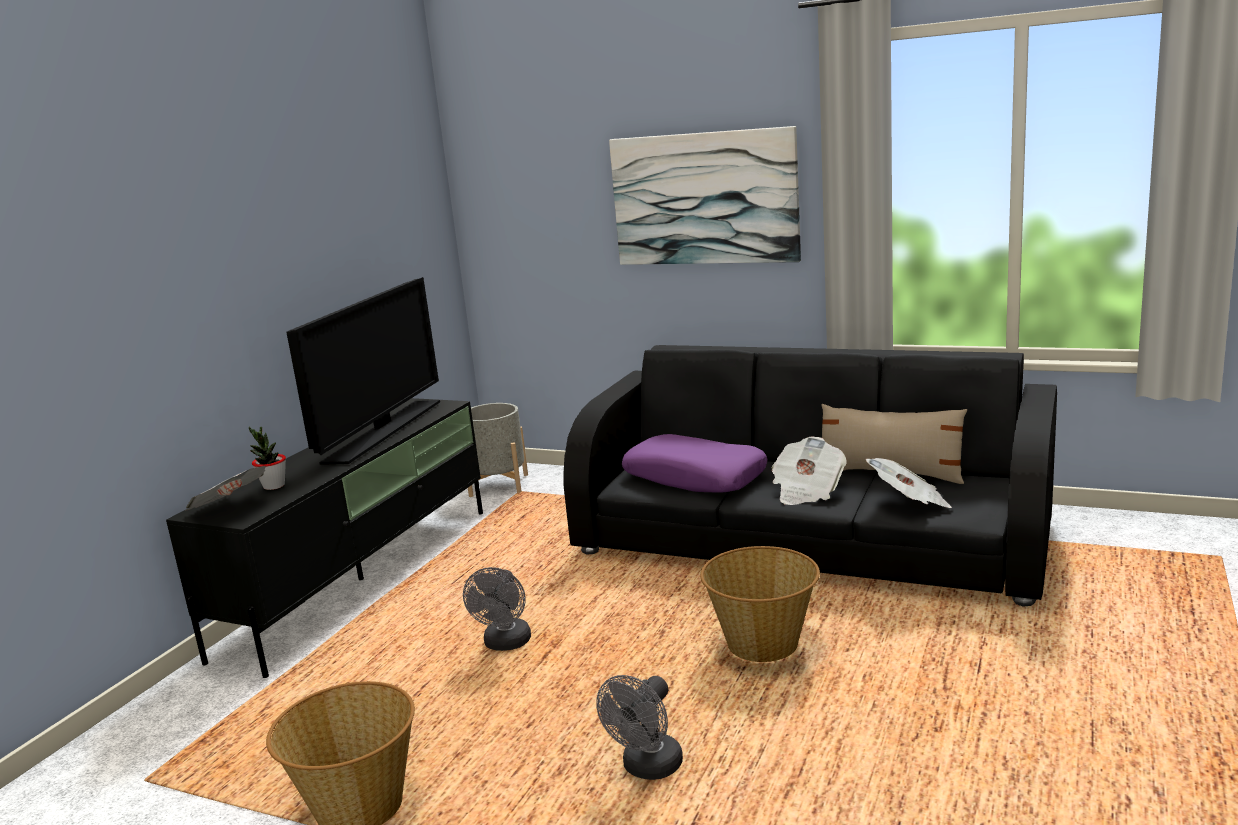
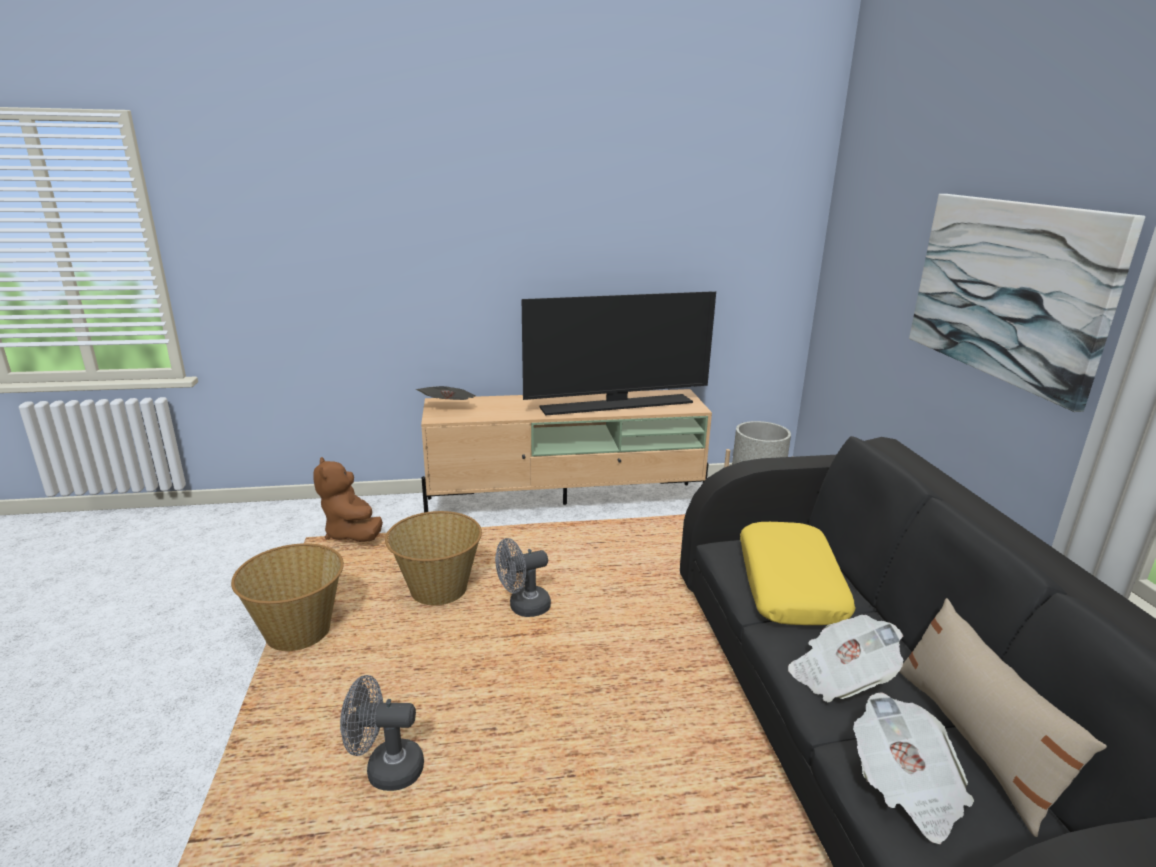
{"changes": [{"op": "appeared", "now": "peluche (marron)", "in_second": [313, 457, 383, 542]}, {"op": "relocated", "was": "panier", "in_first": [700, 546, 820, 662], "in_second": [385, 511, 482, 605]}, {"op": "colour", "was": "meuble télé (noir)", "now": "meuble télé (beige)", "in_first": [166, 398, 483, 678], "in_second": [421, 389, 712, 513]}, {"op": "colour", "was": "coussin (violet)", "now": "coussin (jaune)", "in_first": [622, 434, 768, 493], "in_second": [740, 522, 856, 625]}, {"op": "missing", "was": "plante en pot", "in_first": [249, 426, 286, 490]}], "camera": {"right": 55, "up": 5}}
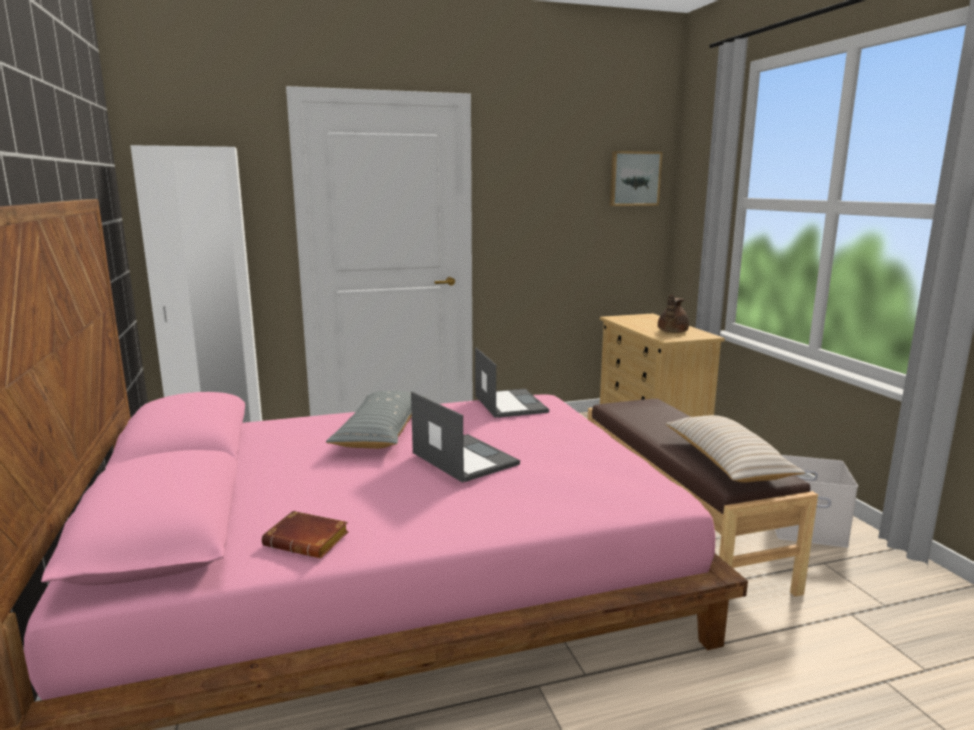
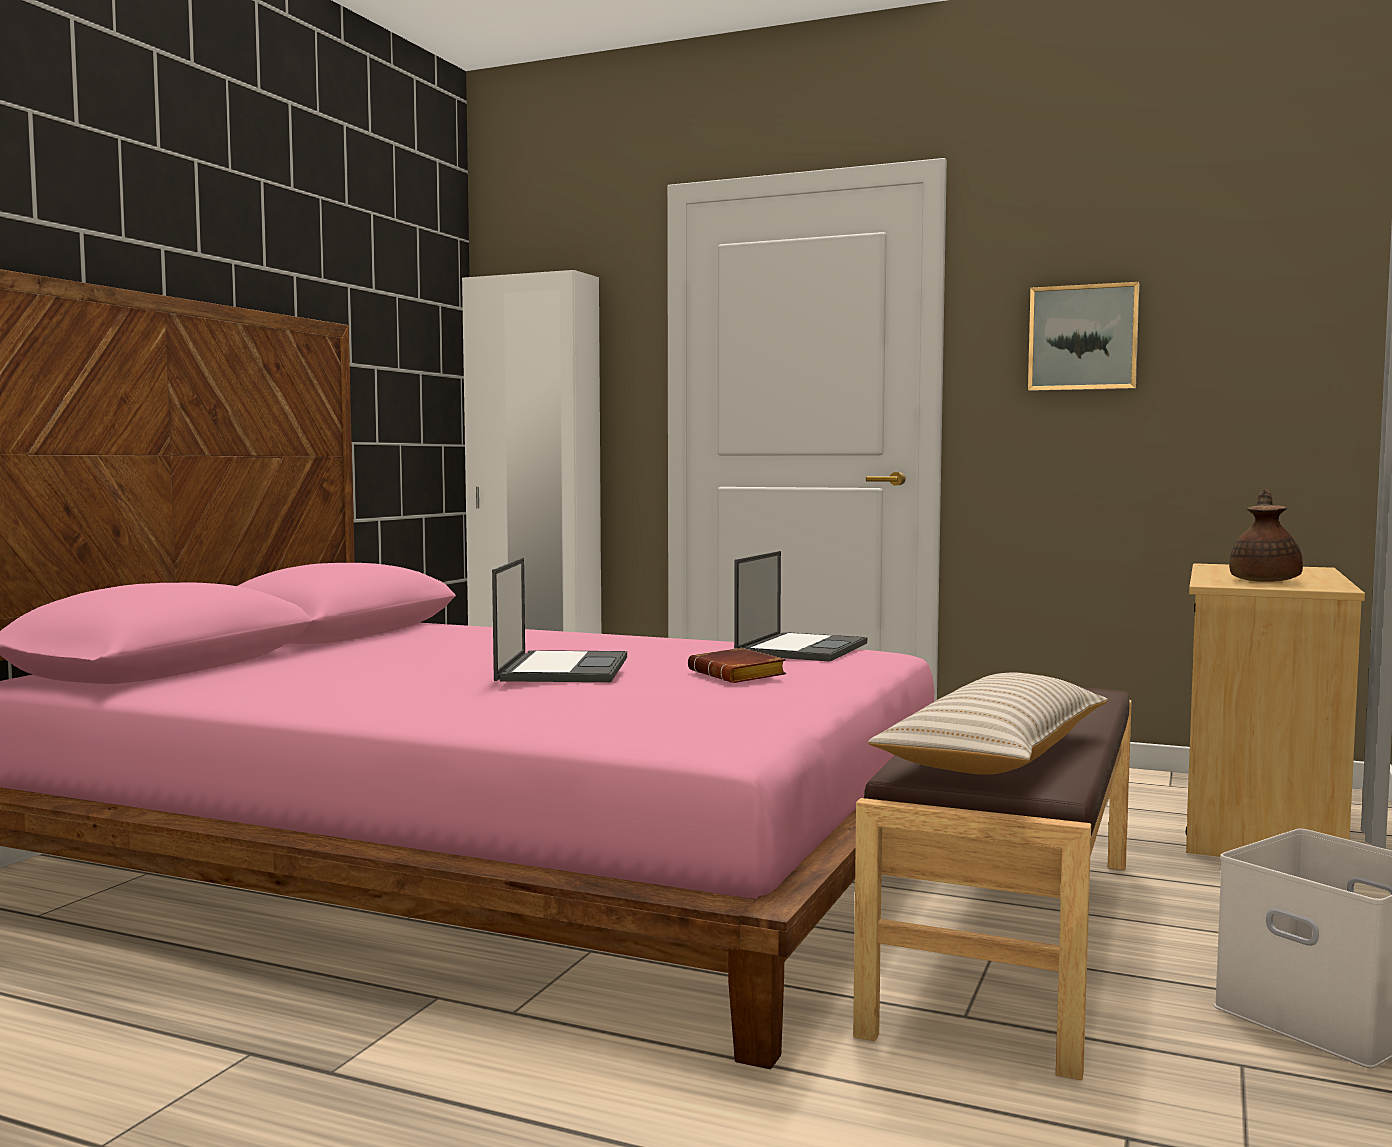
{"changes": [{"op": "relocated", "was": "livre (marron)", "in_first": [262, 511, 349, 559], "in_second": [688, 648, 786, 683]}, {"op": "relocated", "was": "tableau", "in_first": [610, 151, 662, 206], "in_second": [1028, 282, 1139, 391]}, {"op": "spun", "was": "théière (marron)", "in_first": [658, 294, 689, 333], "in_second": [1229, 489, 1303, 582], "clockwise": 135}, {"op": "missing", "was": "coussin (gris)", "in_first": [326, 391, 426, 449]}], "camera": {"right": 40, "up": -10}}
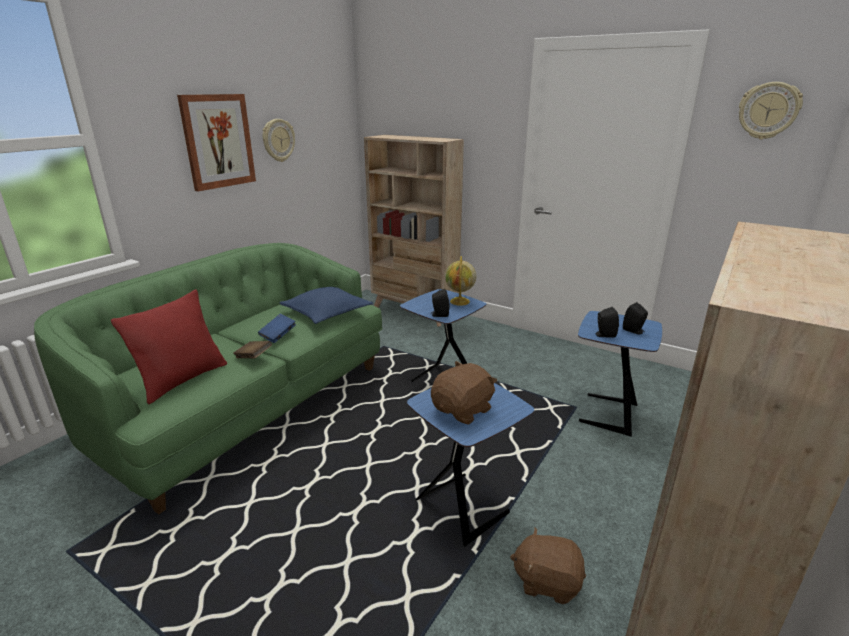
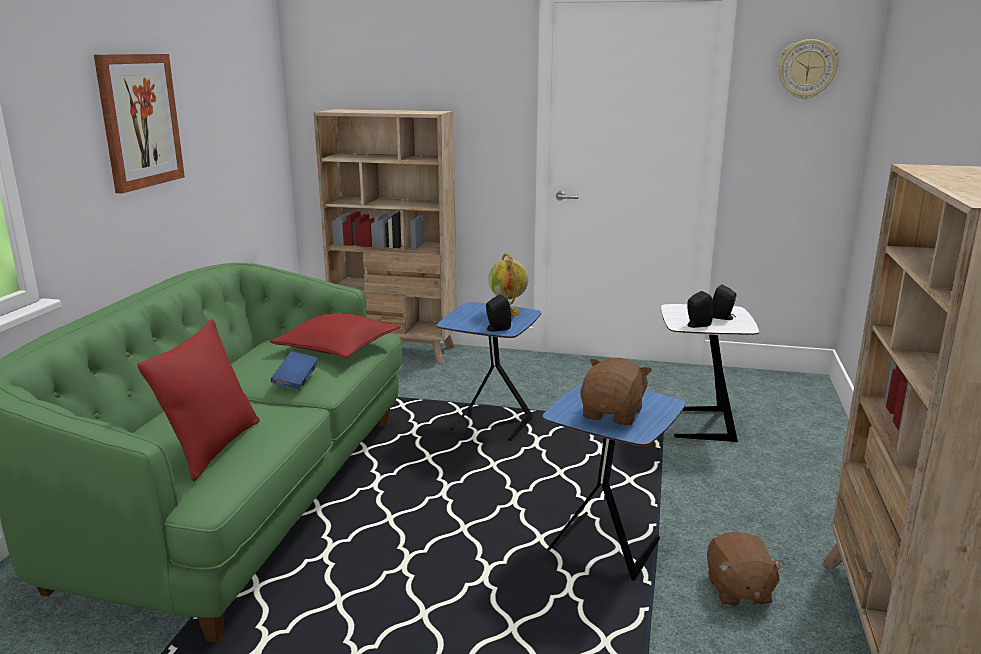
{"changes": [{"op": "colour", "was": "coussin (bleu)", "now": "coussin (rouge)", "in_first": [279, 287, 373, 324], "in_second": [270, 313, 400, 358]}, {"op": "colour", "was": "table d'appoint (bleu)", "now": "table d'appoint (blanc)", "in_first": [578, 311, 662, 437], "in_second": [661, 304, 759, 442]}, {"op": "spun", "was": "peluche (marron)", "in_first": [510, 527, 586, 604], "in_second": [707, 531, 784, 607], "clockwise": -90}, {"op": "missing", "was": "livre (marron)", "in_first": [233, 341, 272, 359]}, {"op": "missing", "was": "horloge murale", "in_first": [263, 119, 295, 162]}], "camera": {"right": -20, "up": -5}}
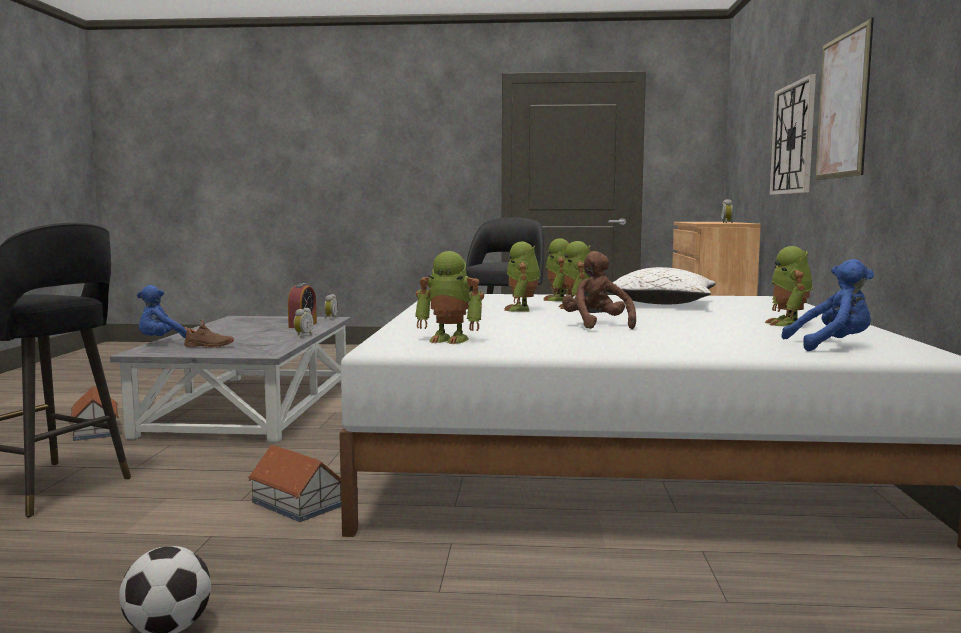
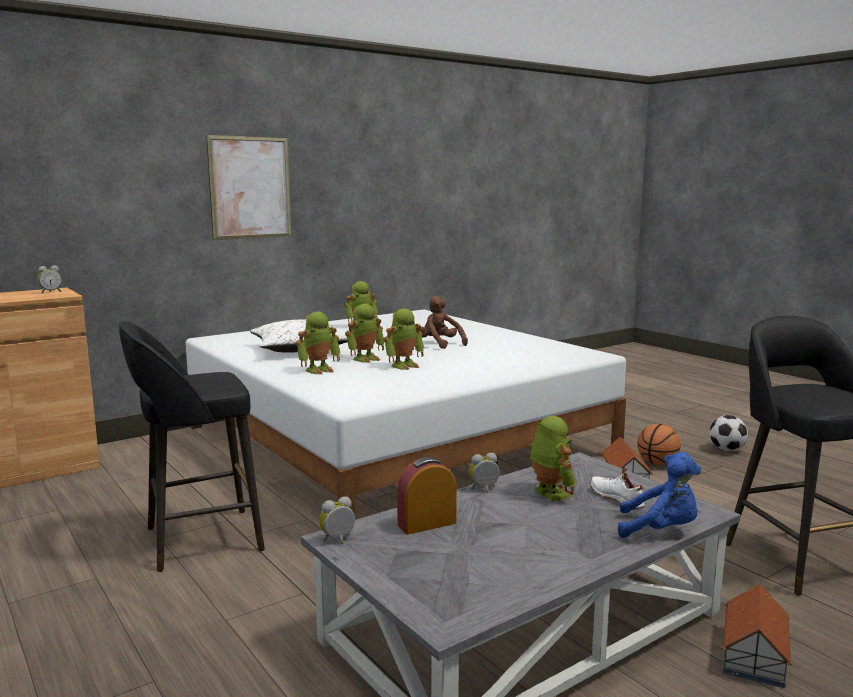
{"changes": [{"op": "spun", "was": "peluche (marron)", "in_first": [562, 251, 636, 329], "in_second": [419, 296, 468, 349], "clockwise": 105}, {"op": "relocated", "was": "robot jouet", "in_first": [415, 251, 484, 344], "in_second": [530, 416, 576, 502]}, {"op": "colour", "was": "chaussure (marron)", "now": "chaussure (blanc)", "in_first": [184, 319, 234, 348], "in_second": [590, 468, 645, 509]}, {"op": "appeared", "now": "ballon de basket", "in_second": [637, 424, 681, 465]}, {"op": "missing", "was": "horloge murale", "in_first": [770, 74, 816, 195]}, {"op": "missing", "was": "peluche (bleu)", "in_first": [781, 259, 874, 351]}], "camera": {"right": -130, "up": 5}}
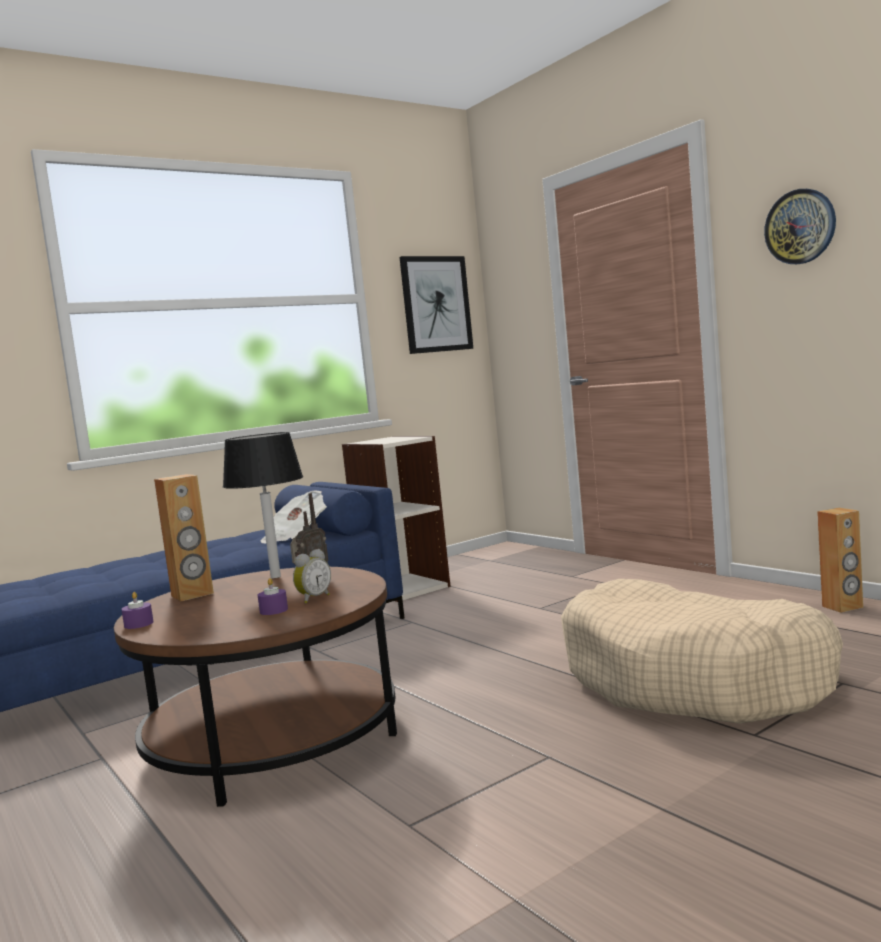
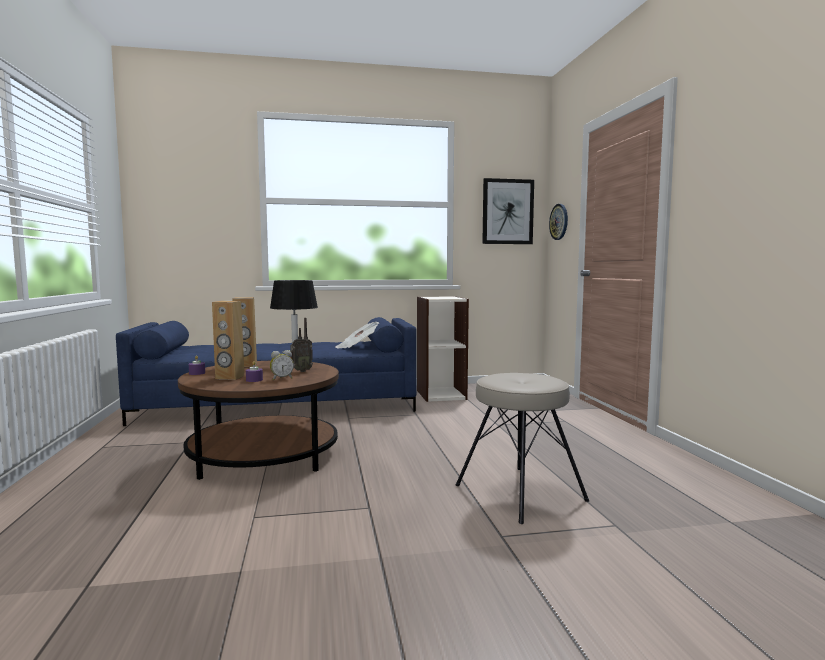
{"changes": [{"op": "relocated", "was": "enceinte (marron)", "in_first": [817, 508, 863, 613], "in_second": [212, 301, 245, 380]}, {"op": "exchanged", "was": "panier pour chien (beige)", "now": "tabouret (beige)", "in_first": [561, 579, 843, 724], "in_second": [455, 373, 589, 524]}, {"op": "relocated", "was": "horloge murale", "in_first": [764, 189, 836, 264], "in_second": [549, 204, 568, 240]}], "camera": {"right": 25, "up": 0}}
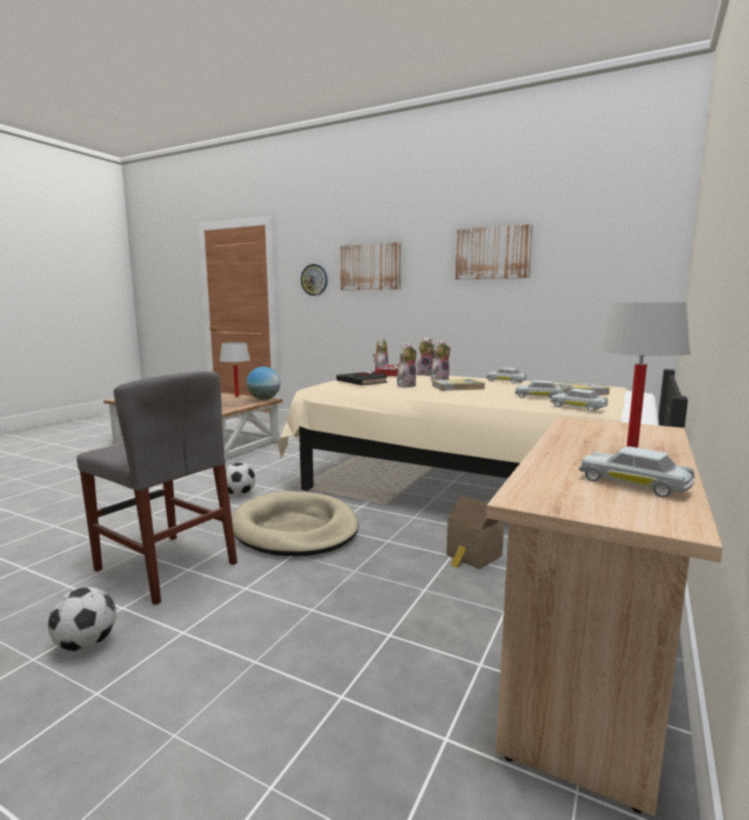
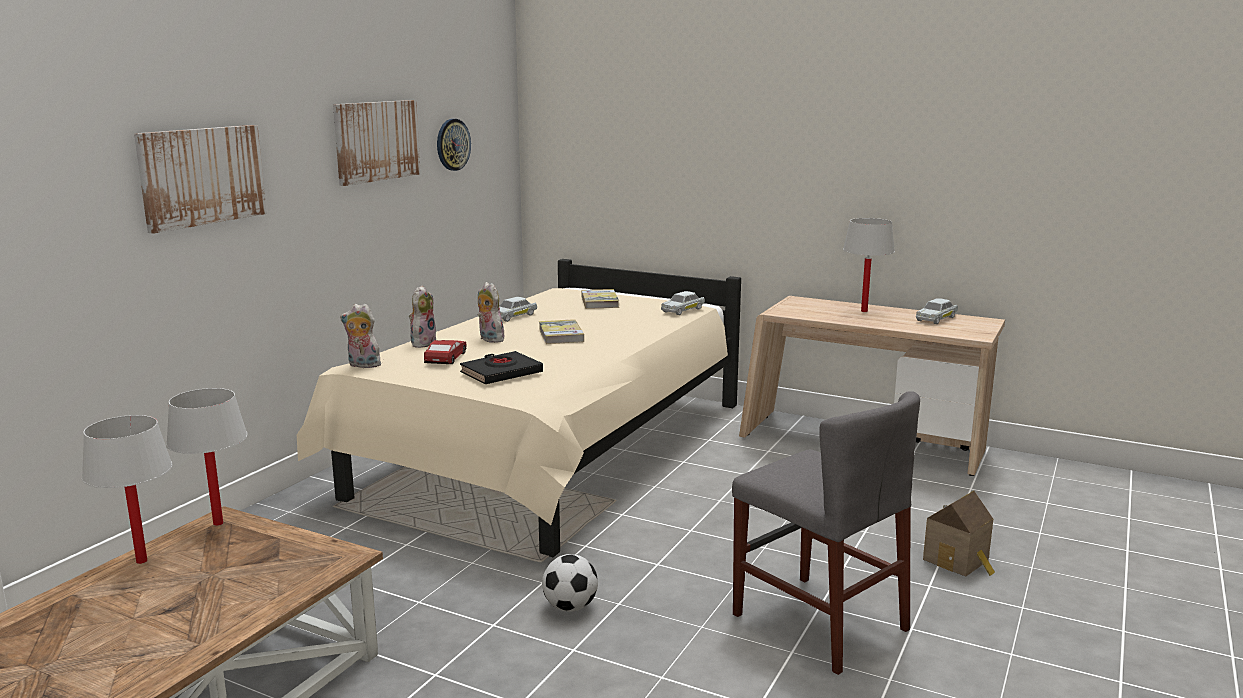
{"changes": [{"op": "exchanged", "was": "globe", "now": "lampe de table (blanc)", "in_first": [247, 367, 281, 400], "in_second": [166, 388, 248, 526]}, {"op": "relocated", "was": "horloge murale", "in_first": [301, 264, 328, 296], "in_second": [437, 119, 471, 171]}, {"op": "spun", "was": "chaise (gris)", "in_first": [77, 371, 237, 605], "in_second": [732, 391, 920, 675], "clockwise": 105}, {"op": "relocated", "was": "maison miniature", "in_first": [447, 495, 504, 569], "in_second": [923, 491, 995, 577]}, {"op": "missing", "was": "ballon de foot", "in_first": [48, 587, 116, 651]}, {"op": "missing", "was": "panier pour chien (beige)", "in_first": [232, 491, 359, 556]}, {"op": "missing", "was": "peluche", "in_first": [397, 342, 416, 387]}, {"op": "missing", "was": "petite voiture (blanc)", "in_first": [515, 380, 564, 399]}], "camera": {"right": -90, "up": 5}}
